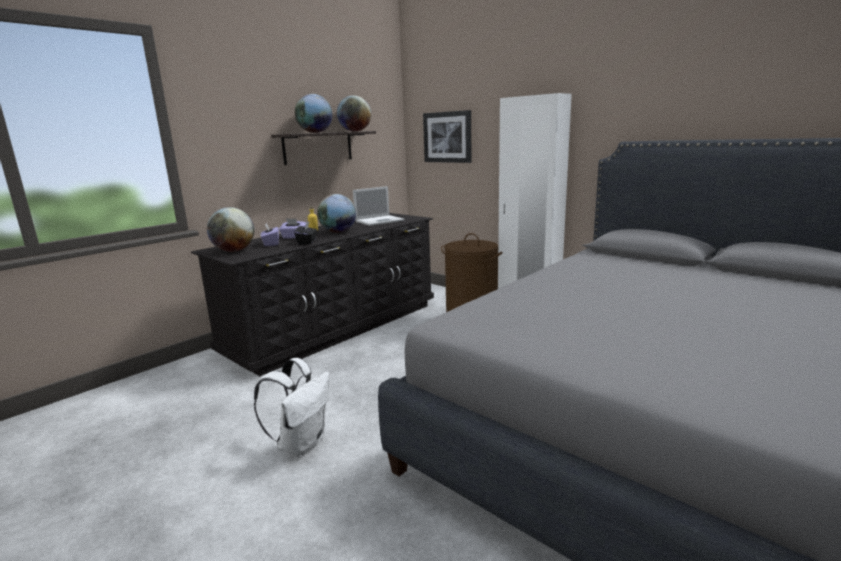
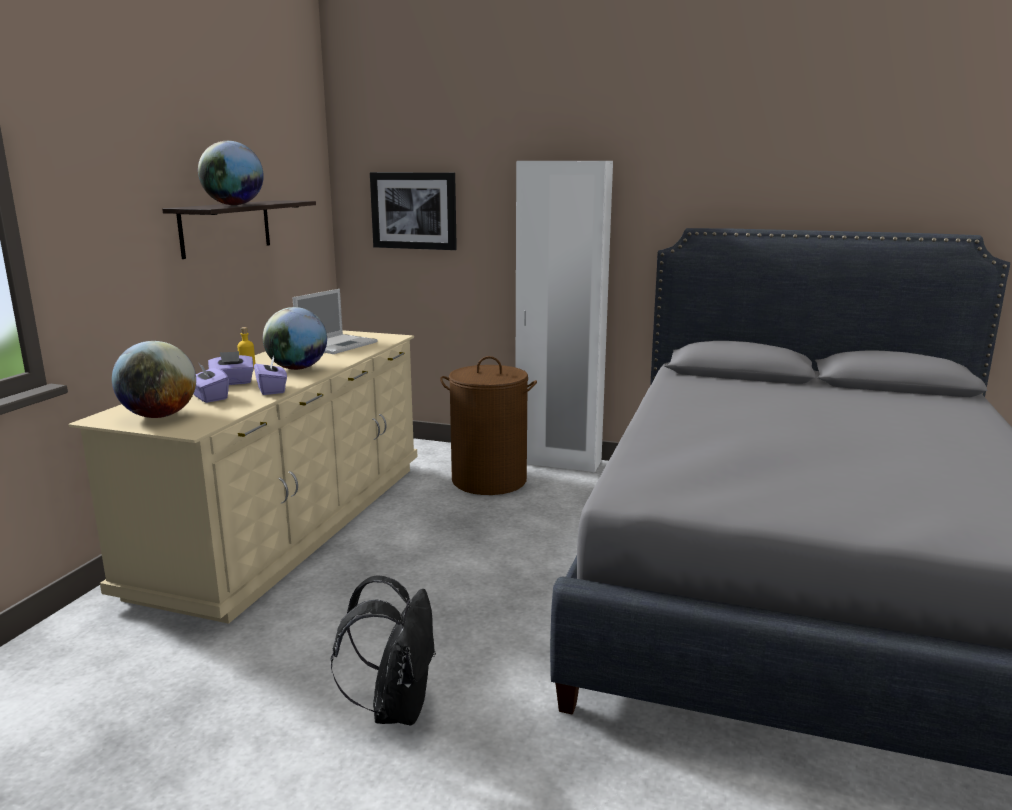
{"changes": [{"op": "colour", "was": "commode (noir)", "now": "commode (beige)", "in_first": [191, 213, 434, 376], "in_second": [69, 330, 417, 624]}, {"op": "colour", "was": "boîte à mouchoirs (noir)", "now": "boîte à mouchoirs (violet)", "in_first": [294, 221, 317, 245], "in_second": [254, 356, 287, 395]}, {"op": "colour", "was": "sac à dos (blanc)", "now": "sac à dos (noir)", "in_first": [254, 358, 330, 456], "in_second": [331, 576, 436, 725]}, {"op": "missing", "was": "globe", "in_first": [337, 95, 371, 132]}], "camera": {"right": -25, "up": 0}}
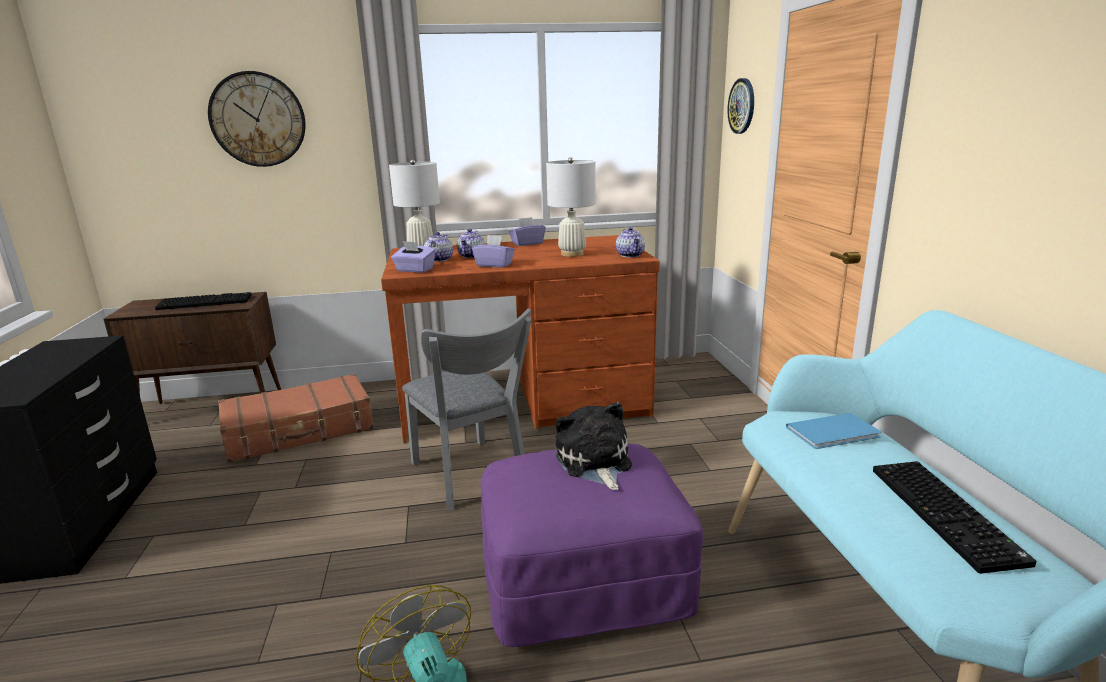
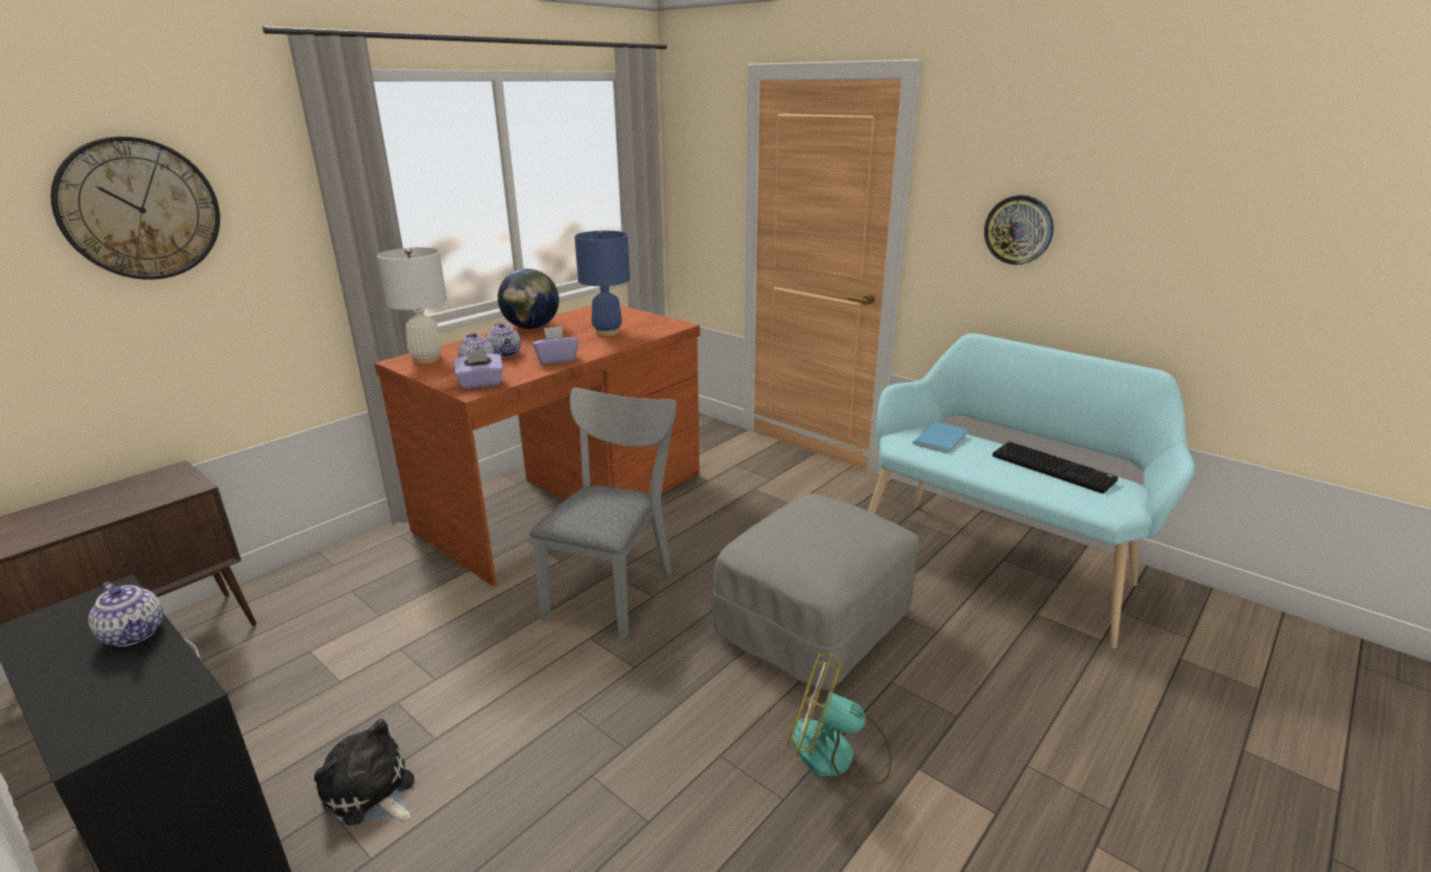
{"changes": [{"op": "relocated", "was": "théière", "in_first": [616, 227, 645, 257], "in_second": [88, 582, 163, 647]}, {"op": "relocated", "was": "peluche", "in_first": [556, 402, 632, 490], "in_second": [314, 719, 414, 826]}, {"op": "exchanged", "was": "boîte à mouchoirs (violet)", "now": "globe", "in_first": [509, 217, 546, 246], "in_second": [498, 269, 559, 329]}, {"op": "spun", "was": "chaise (gris)", "in_first": [402, 309, 531, 511], "in_second": [530, 388, 676, 639], "clockwise": -90}, {"op": "colour", "was": "lampe de table (blanc)", "now": "lampe de table (bleu)", "in_first": [546, 158, 596, 257], "in_second": [574, 231, 630, 336]}, {"op": "colour", "was": "pouf (violet)", "now": "pouf (gris)", "in_first": [481, 443, 703, 647], "in_second": [713, 494, 919, 690]}, {"op": "relocated", "was": "horloge murale", "in_first": [727, 78, 754, 134], "in_second": [984, 195, 1054, 265]}, {"op": "missing", "was": "clavier", "in_first": [155, 292, 251, 310]}, {"op": "missing", "was": "valise (marron)", "in_first": [218, 373, 374, 463]}], "camera": {"right": -40, "up": 5}}
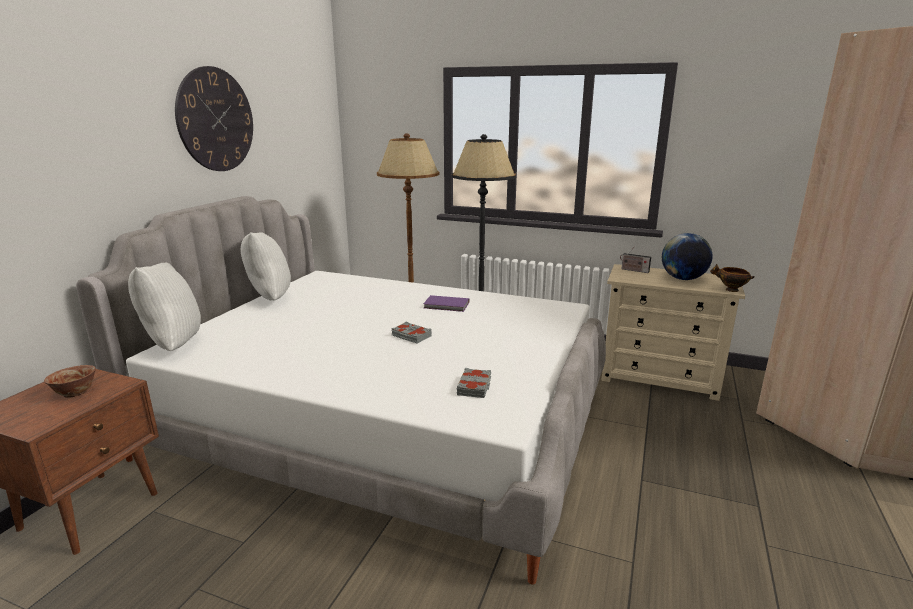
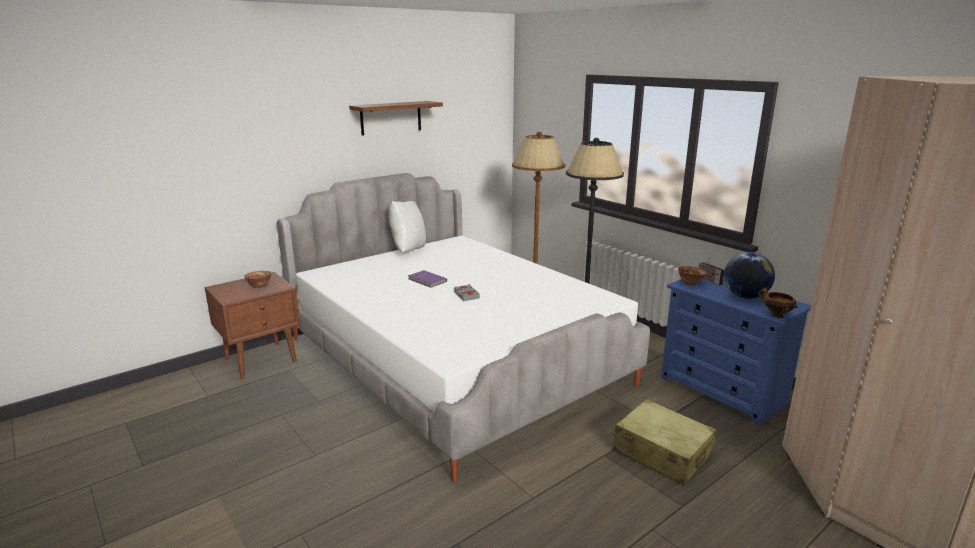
{"changes": [{"op": "exchanged", "was": "horloge murale", "now": "étagère", "in_first": [175, 66, 253, 171], "in_second": [349, 101, 443, 136]}, {"op": "relocated", "was": "livre (violet)", "in_first": [424, 295, 469, 312], "in_second": [408, 270, 447, 288]}, {"op": "appeared", "now": "valise (beige)", "in_second": [613, 399, 716, 486]}, {"op": "colour", "was": "commode (beige)", "now": "commode (bleu)", "in_first": [601, 264, 745, 401], "in_second": [661, 278, 811, 425]}, {"op": "appeared", "now": "bol", "in_second": [678, 266, 707, 285]}, {"op": "missing", "was": "coussin (blanc)", "in_first": [128, 263, 201, 351]}, {"op": "missing", "was": "livre (gris)", "in_first": [457, 368, 491, 398]}], "camera": {"right": 30, "up": 0}}
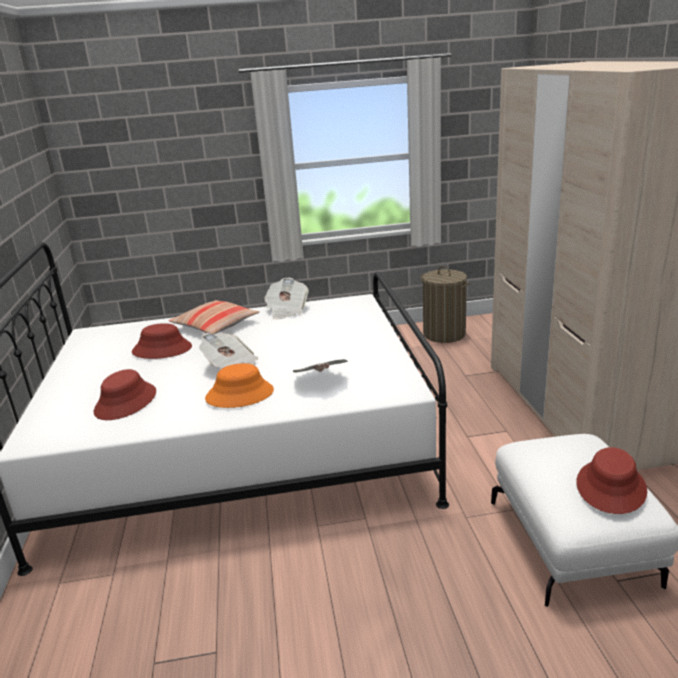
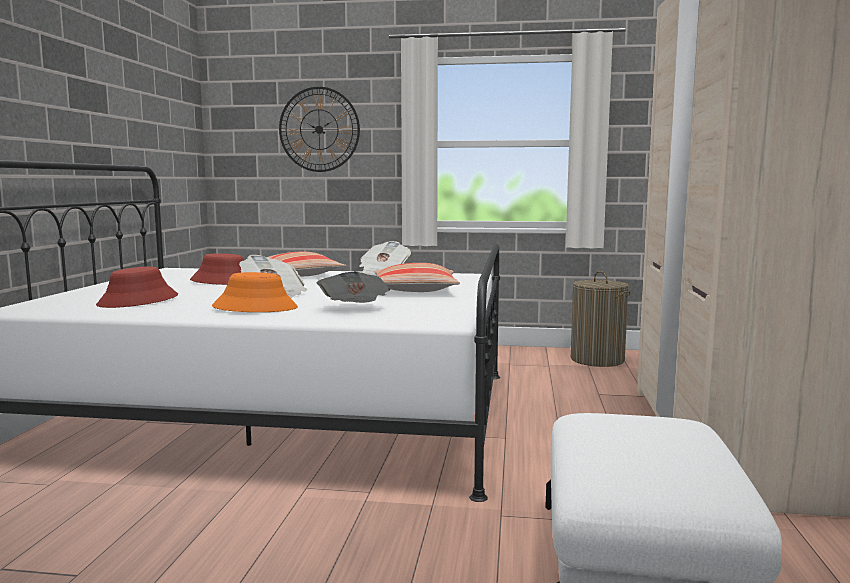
{"changes": [{"op": "appeared", "now": "horloge murale", "in_second": [279, 87, 360, 172]}, {"op": "appeared", "now": "coussin", "in_second": [374, 263, 460, 292]}, {"op": "missing", "was": "chapeau (rouge)", "in_first": [576, 447, 647, 514]}], "camera": {"right": 15, "up": -15}}
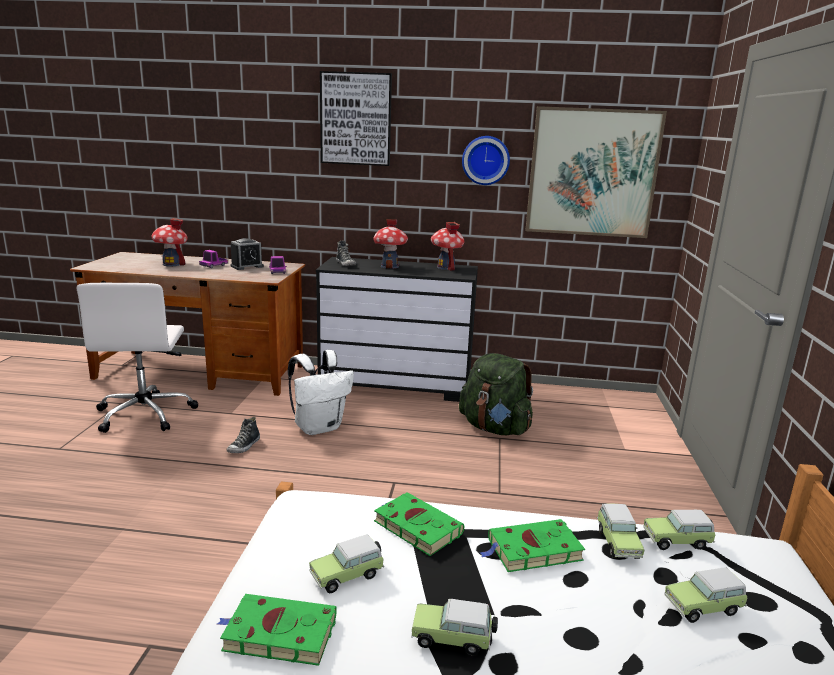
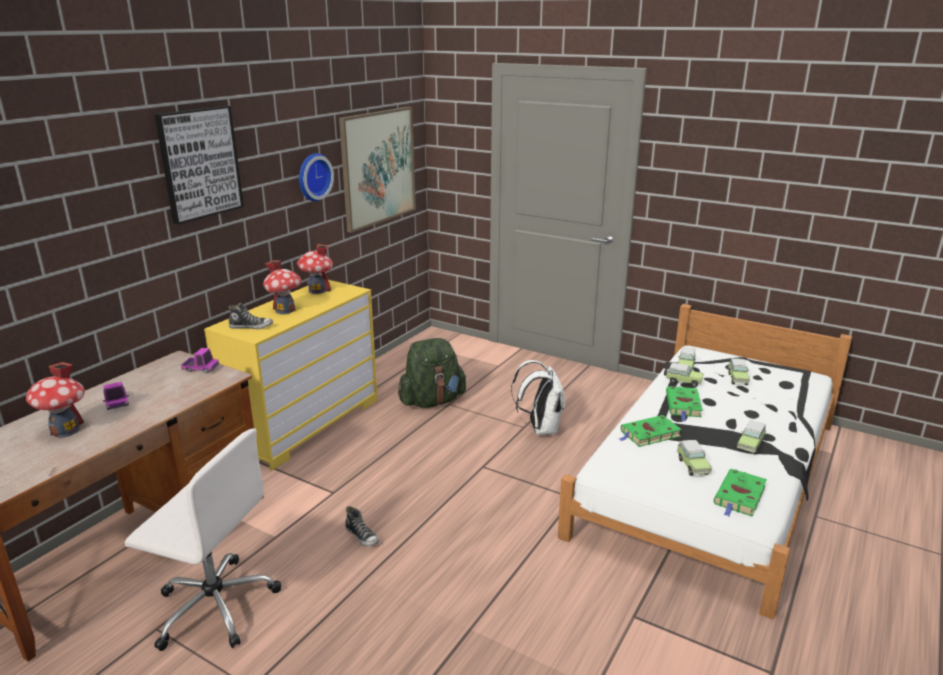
{"changes": [{"op": "colour", "was": "commode (noir)", "now": "commode (jaune)", "in_first": [316, 257, 478, 402], "in_second": [204, 280, 377, 471]}, {"op": "relocated", "was": "sac à dos (blanc)", "in_first": [288, 350, 354, 435], "in_second": [511, 360, 565, 435]}, {"op": "missing", "was": "réveil", "in_first": [230, 238, 264, 270]}], "camera": {"right": -65, "up": 5}}
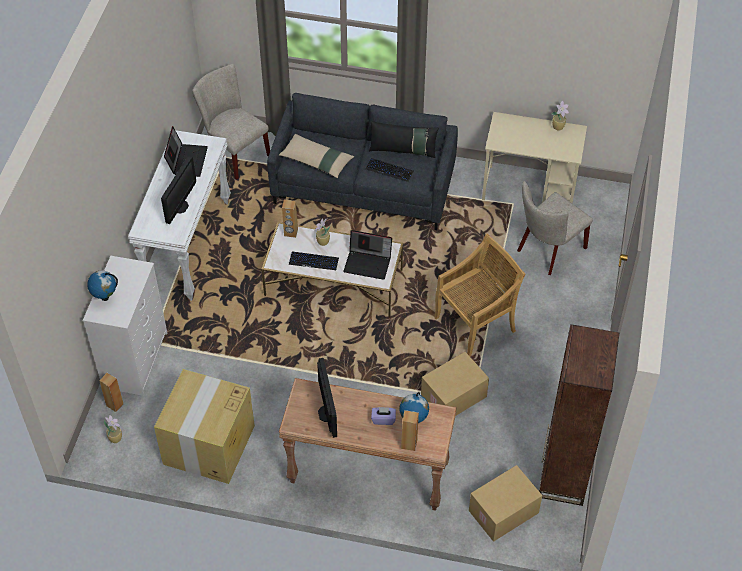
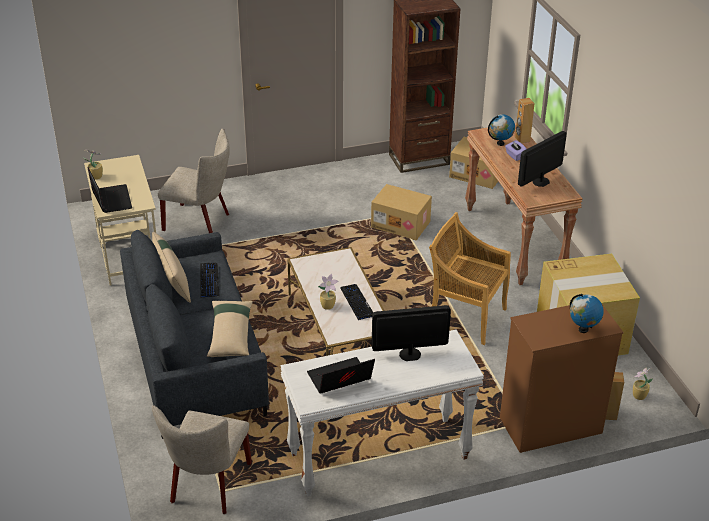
{"changes": [{"op": "relocated", "was": "ordinateur portable", "in_first": [343, 230, 392, 280], "in_second": [88, 167, 132, 213]}, {"op": "colour", "was": "coussin (noir)", "now": "coussin (beige)", "in_first": [369, 121, 439, 158], "in_second": [152, 232, 191, 303]}, {"op": "relocated", "was": "chaise (beige)", "in_first": [434, 233, 525, 356], "in_second": [429, 212, 511, 345]}, {"op": "colour", "was": "commode (blanc)", "now": "commode (marron)", "in_first": [83, 256, 167, 396], "in_second": [500, 305, 623, 453]}, {"op": "missing", "was": "enceinte (marron)", "in_first": [282, 199, 298, 238]}], "camera": {"right": -120, "up": -15}}
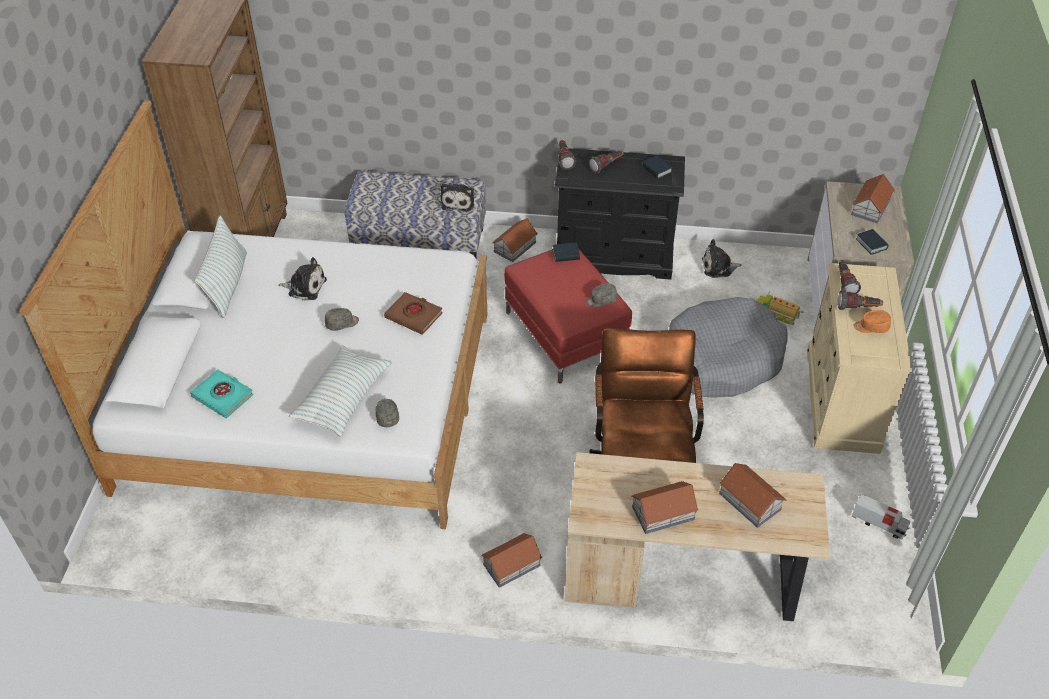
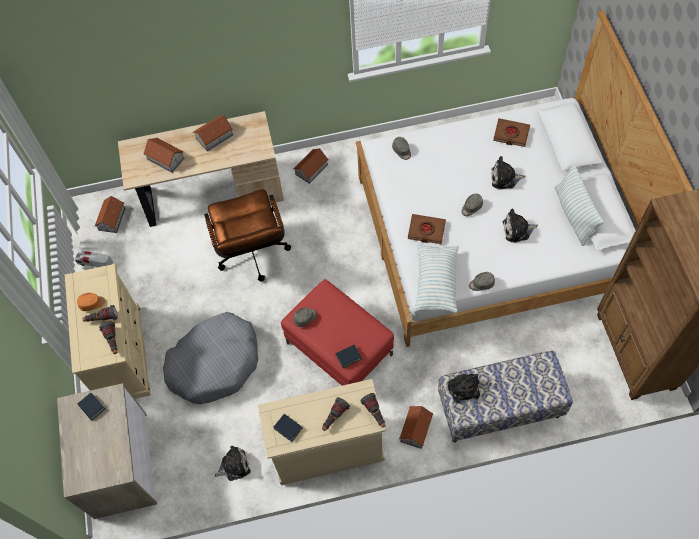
{"changes": [{"op": "relocated", "was": "maison miniature", "in_first": [851, 174, 895, 223], "in_second": [95, 196, 126, 233]}, {"op": "colour", "was": "commode (noir)", "now": "commode (beige)", "in_first": [555, 148, 685, 280], "in_second": [258, 379, 385, 485]}, {"op": "relocated", "was": "coussin", "in_first": [289, 345, 392, 437], "in_second": [415, 244, 458, 313]}, {"op": "appeared", "now": "casquette (gris)", "in_second": [469, 272, 495, 291]}, {"op": "appeared", "now": "peluche", "in_second": [492, 156, 525, 190]}, {"op": "colour", "was": "livre (turquoise)", "now": "livre (marron)", "in_first": [190, 369, 254, 418], "in_second": [493, 118, 530, 147]}, {"op": "missing", "was": "camion jouet", "in_first": [757, 291, 804, 326]}], "camera": {"right": 165, "up": 15}}
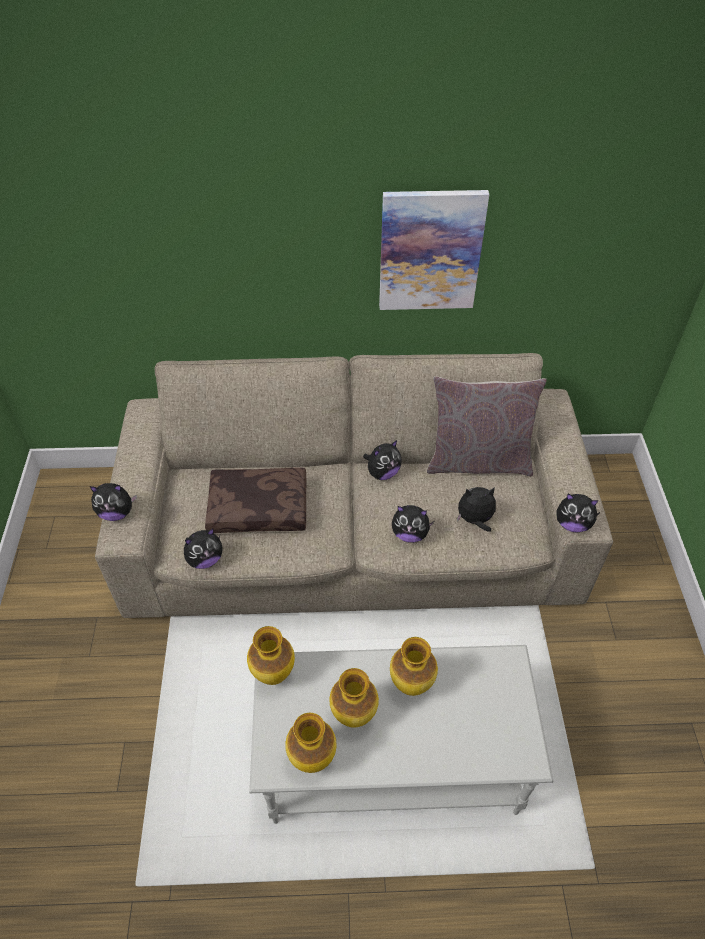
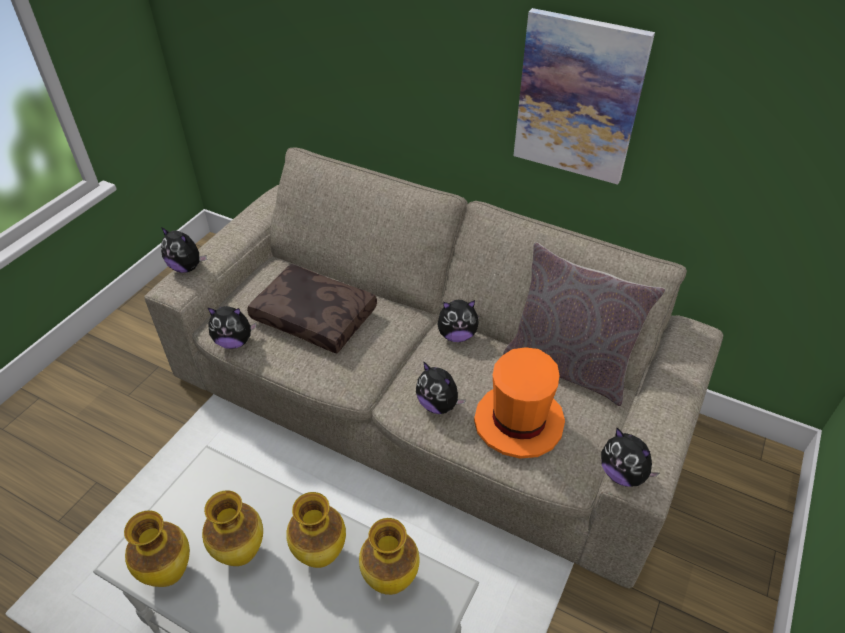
{"changes": [{"op": "relocated", "was": "vase", "in_first": [247, 626, 295, 685], "in_second": [359, 518, 420, 595]}, {"op": "exchanged", "was": "peluche", "now": "chapeau (orange)", "in_first": [457, 487, 496, 532], "in_second": [474, 347, 565, 458]}], "camera": {"right": 30, "up": -5}}
